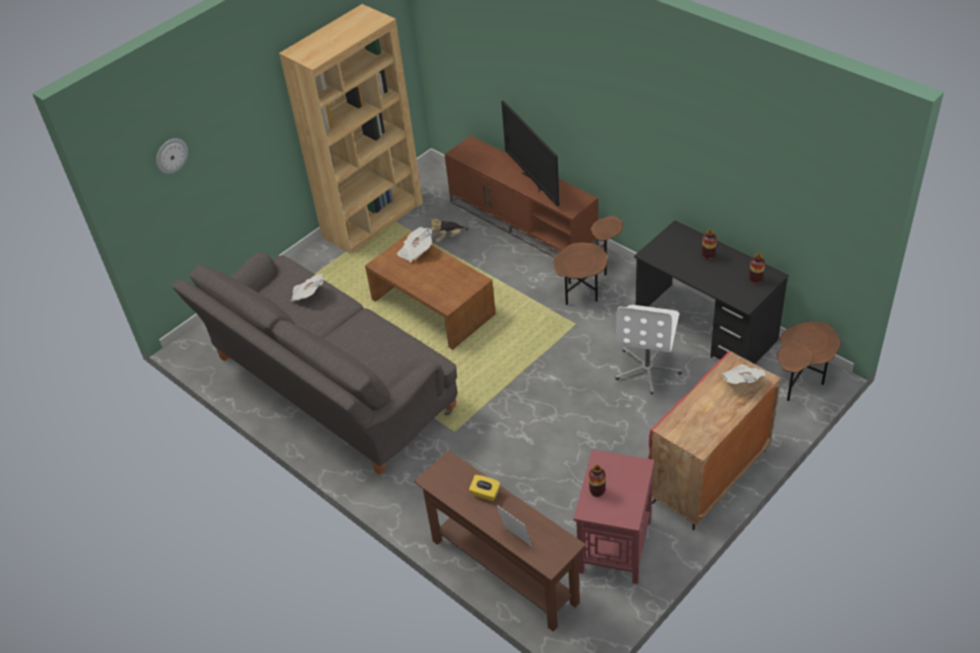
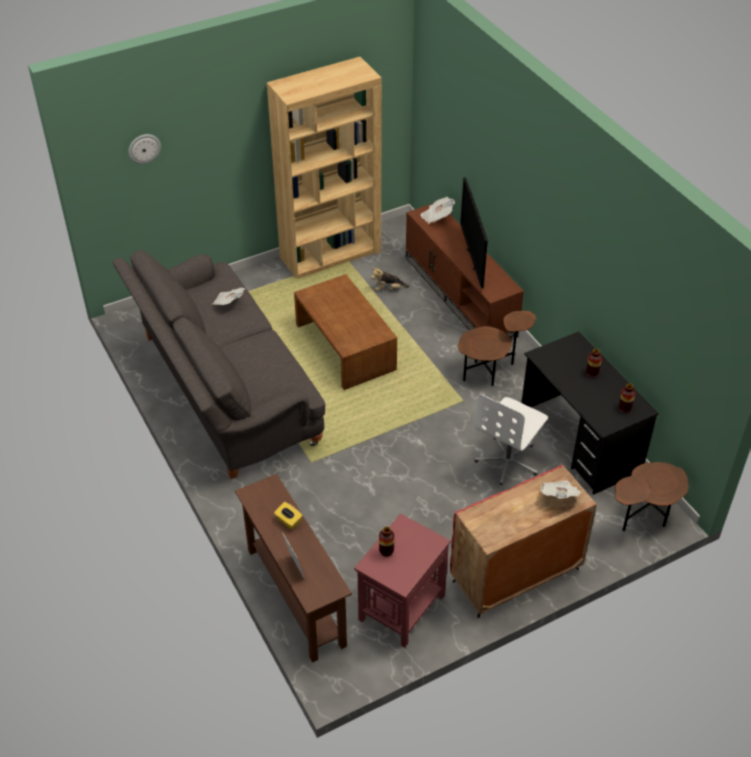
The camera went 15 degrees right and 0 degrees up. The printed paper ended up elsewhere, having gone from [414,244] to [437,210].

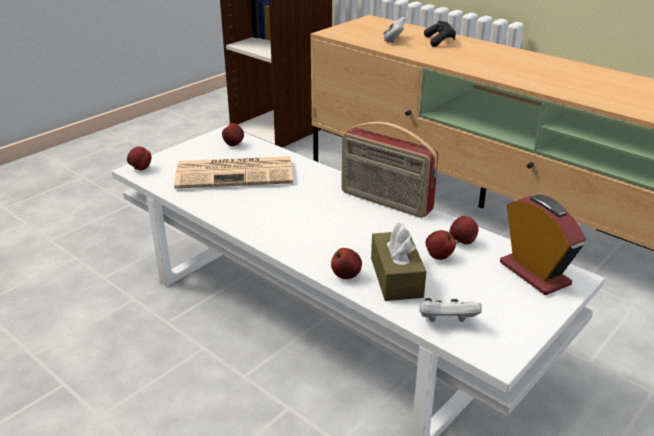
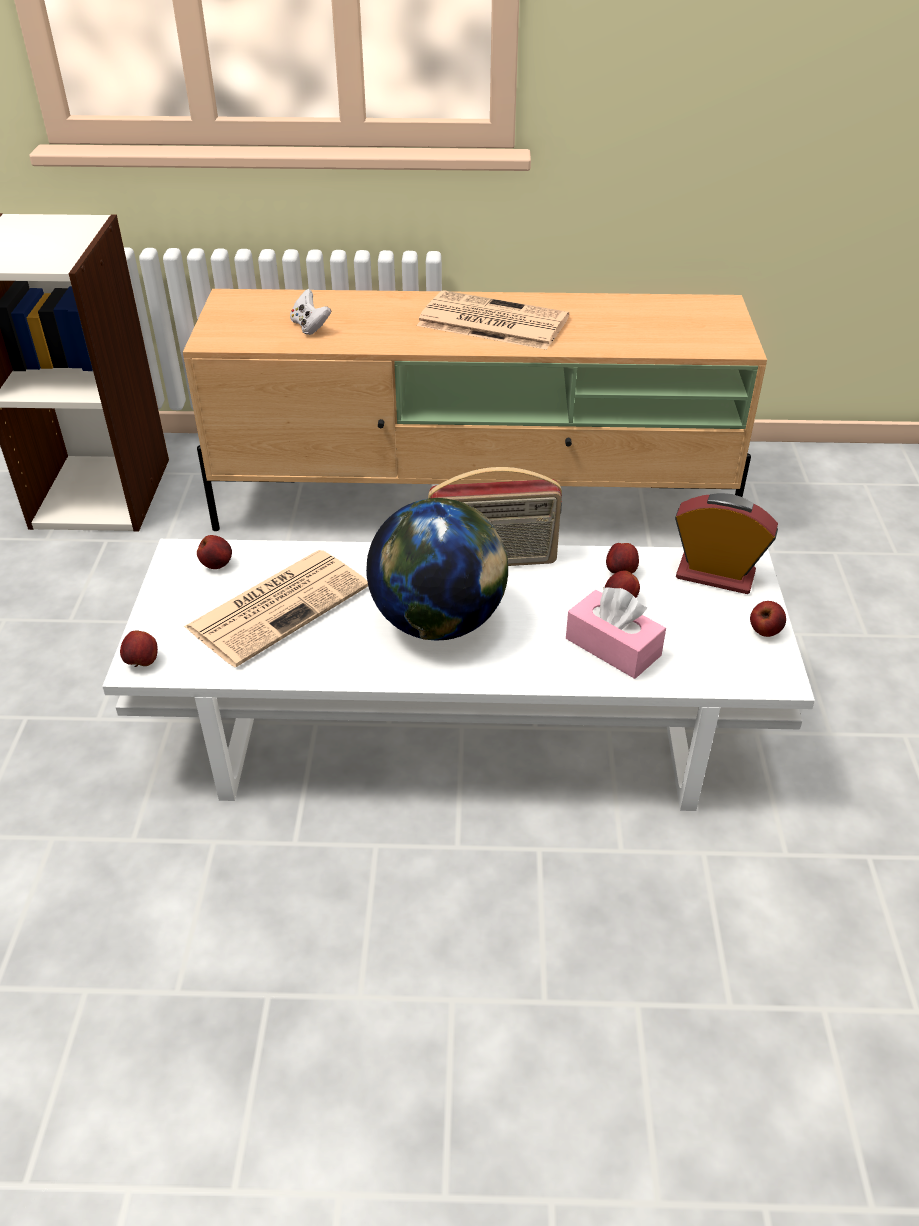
The camera went 40 degrees left and 10 degrees up. The second view lost the white-coloured joypad at [450,310]. The second view lost the black-coloured joypad at [440,34]. The second view gained the world globe at [437,569]. The second view gained the printed paper at [493,320]. The apple ended up elsewhere, having gone from [346,263] to [768,619]. What was the brown-coloured tissue box at [398,261] turned into the pink tissue box at [616,633].

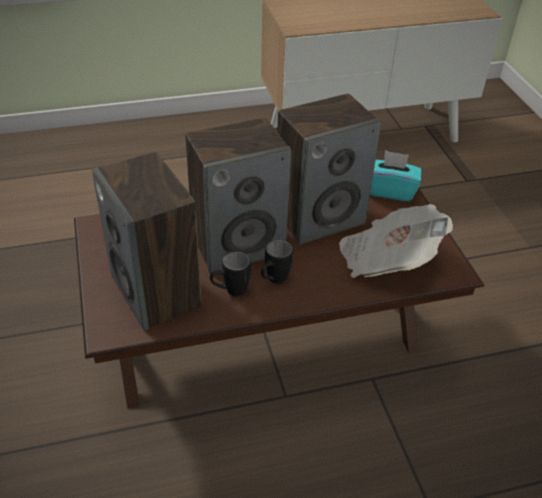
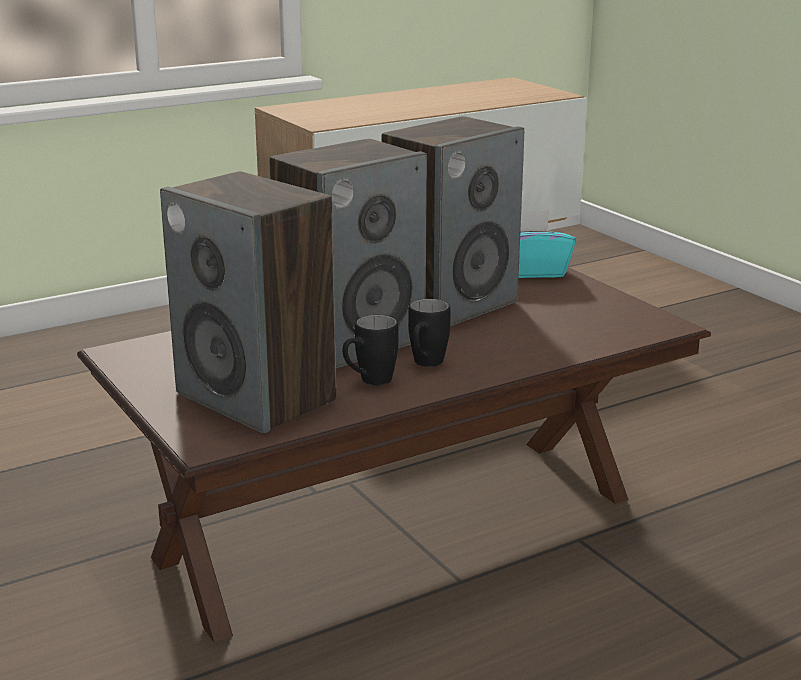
The camera went 15 degrees left and 20 degrees down. The second view lost the printed paper at [396,241].

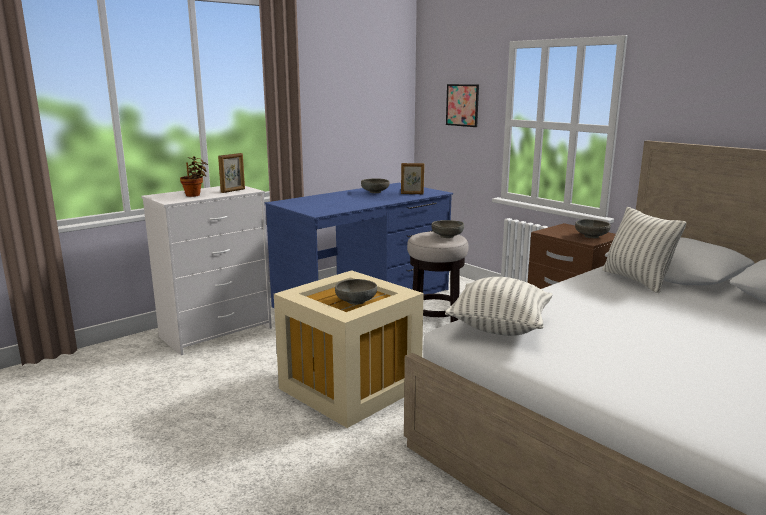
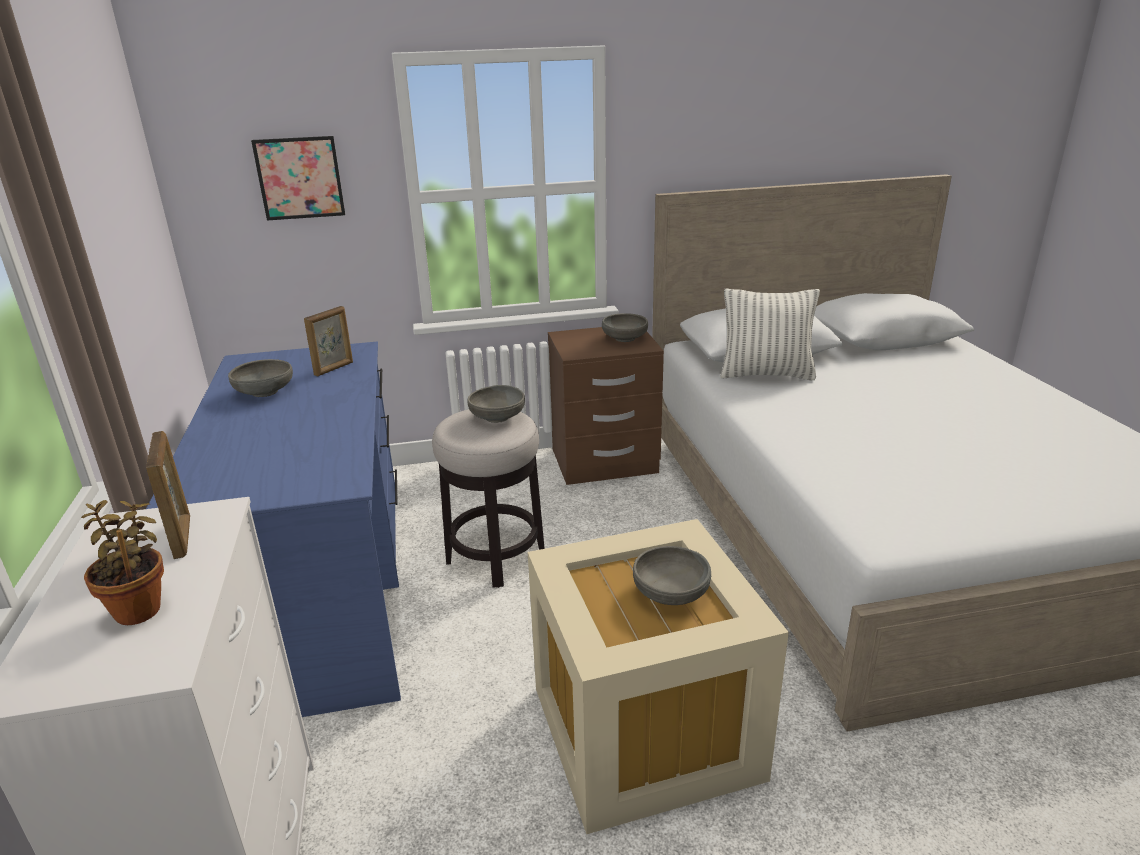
The camera went 60 degrees left and 10 degrees up. The second view lost the throw pillow at [498,306].

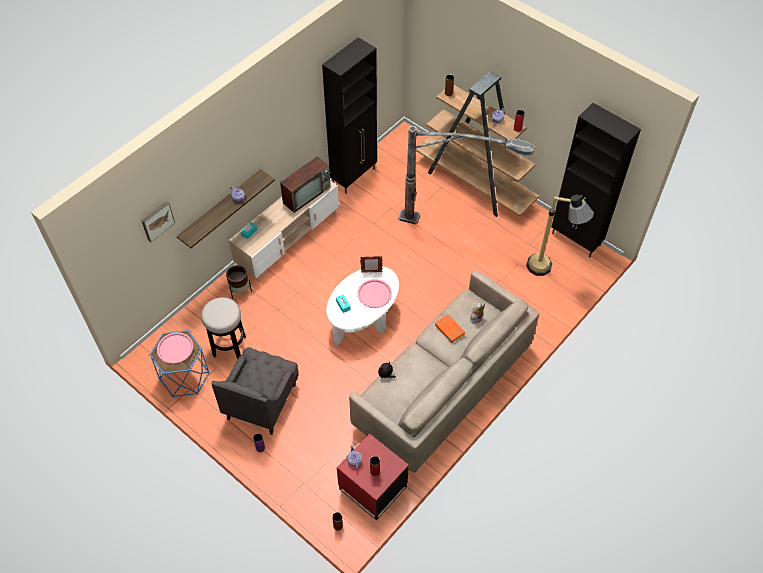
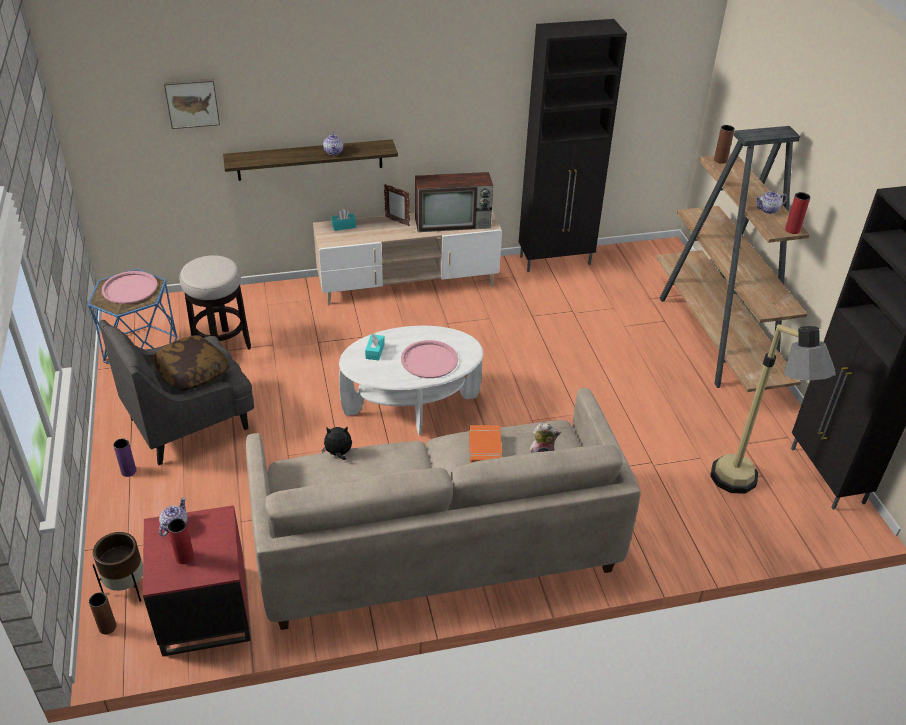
The camera went 35 degrees right and 15 degrees down. The second view lost the floor lamp at [466,175]. The second view gained the throw pillow at [190,363]. The brown-coloured planter ended up elsewhere, having gone from [239,282] to [118,567]. The photo frame ended up elsewhere, having gone from [371,264] to [397,205].

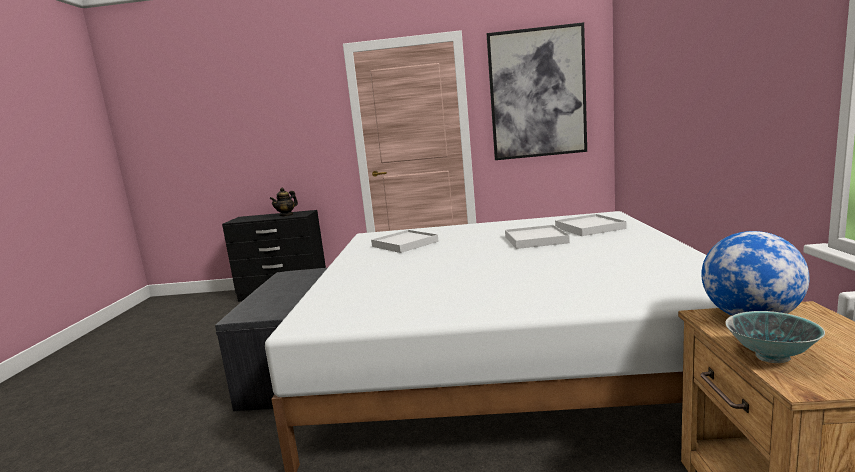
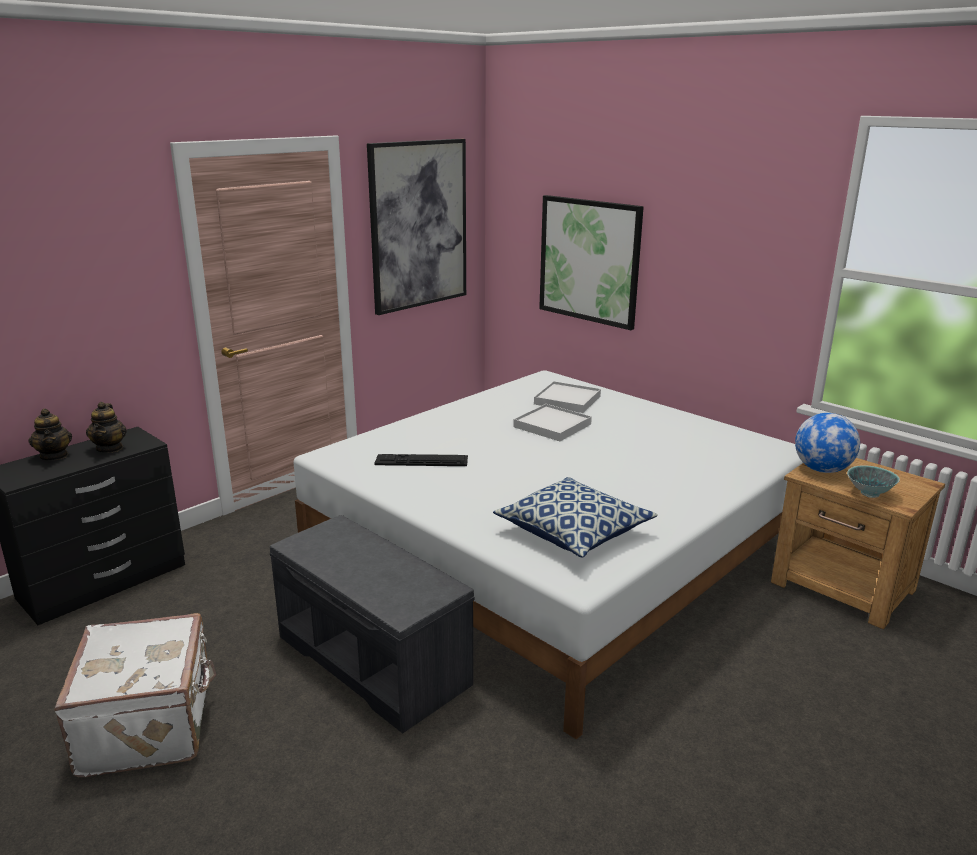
The camera went 50 degrees left and 10 degrees up. The second view gained the pot for tea at [50,434]. The second view gained the white-coloured travel case at [135,695]. The second view gained the throw pillow at [575,517]. The second view gained the picture at [591,262]. Where the white-coloured carrying tray stood at [405,241], the computer keyboard came to stand at [421,460].

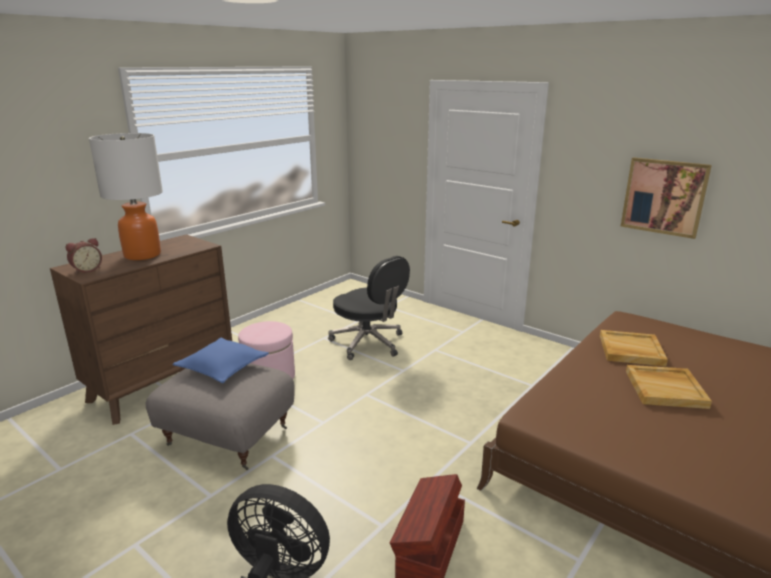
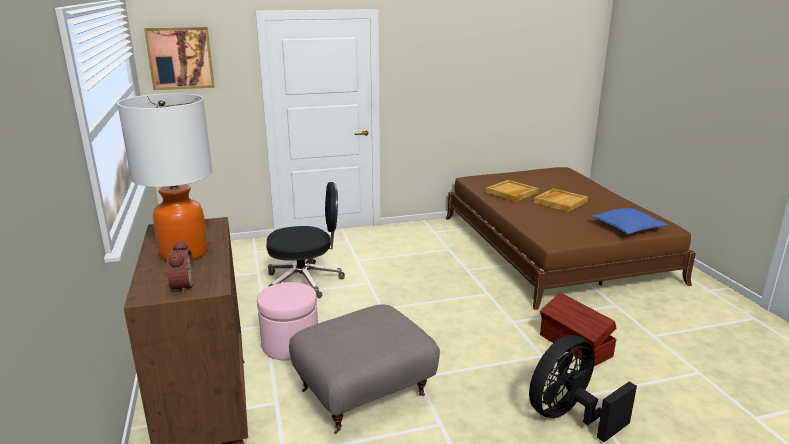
The camera went 55 degrees left and 0 degrees up. The blue throw pillow ended up elsewhere, having gone from [221,360] to [629,221]. The picture ended up elsewhere, having gone from [666,198] to [179,58].

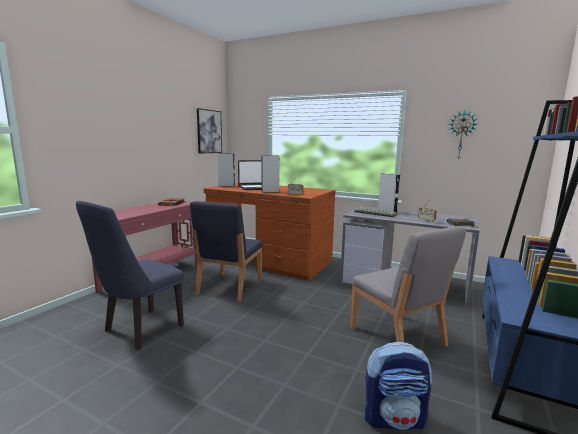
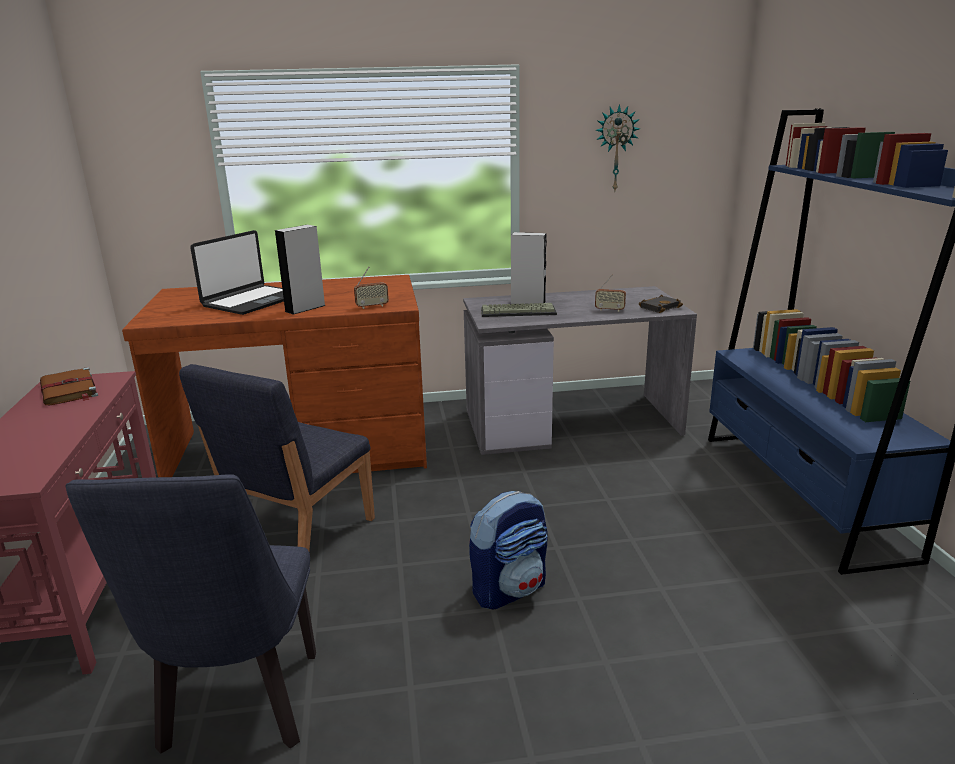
The camera went 35 degrees left and 10 degrees up. The second view lost the picture at [209,131]. The second view lost the gray speaker at [226,170]. The second view lost the gray chair at [408,286]. The rucksack ended up elsewhere, having gone from [398,385] to [508,550]. The blue chair at [226,251] ended up facing another way, 45 degrees clockwise from before.

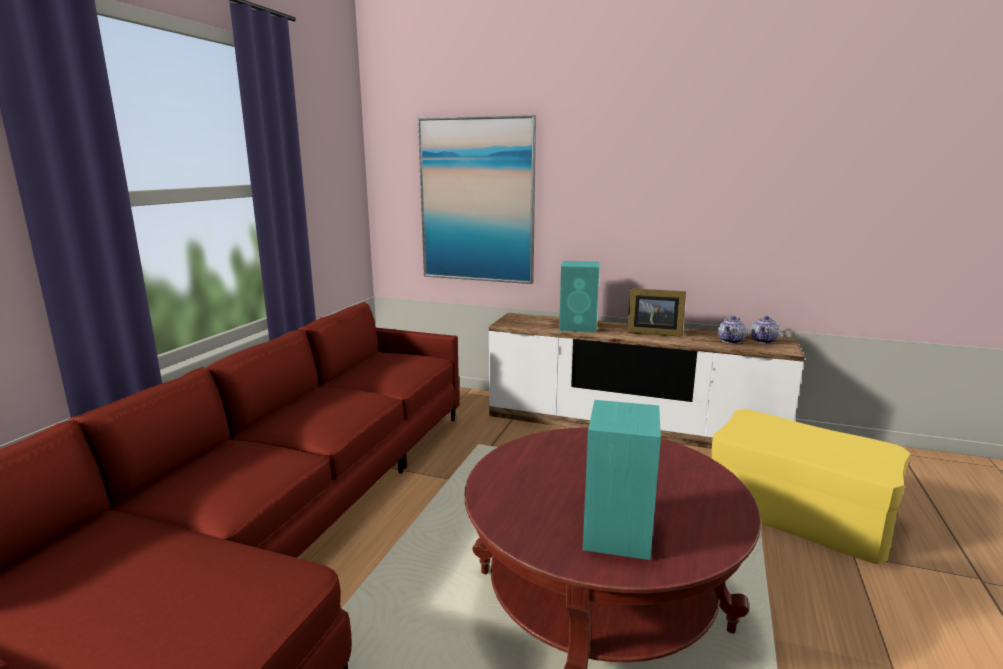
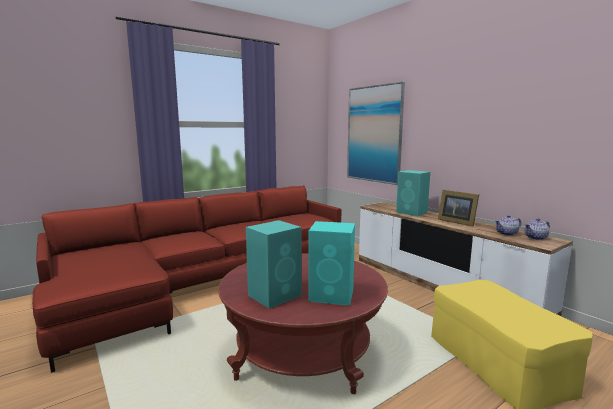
The camera went 35 degrees right and 5 degrees down. The second view gained the blue-green speaker at [331,263].

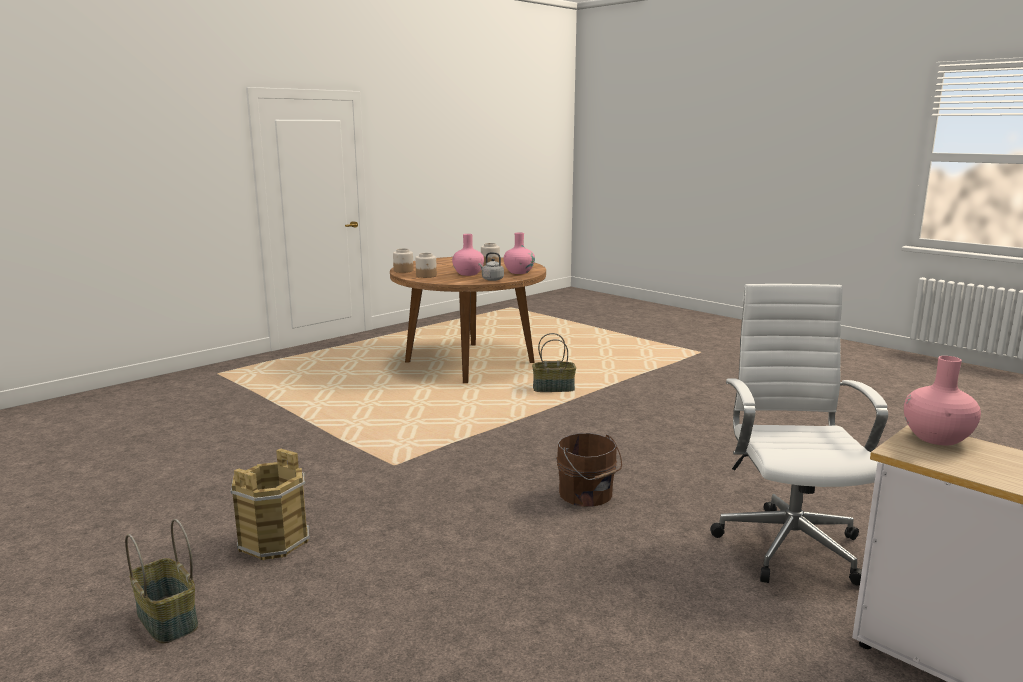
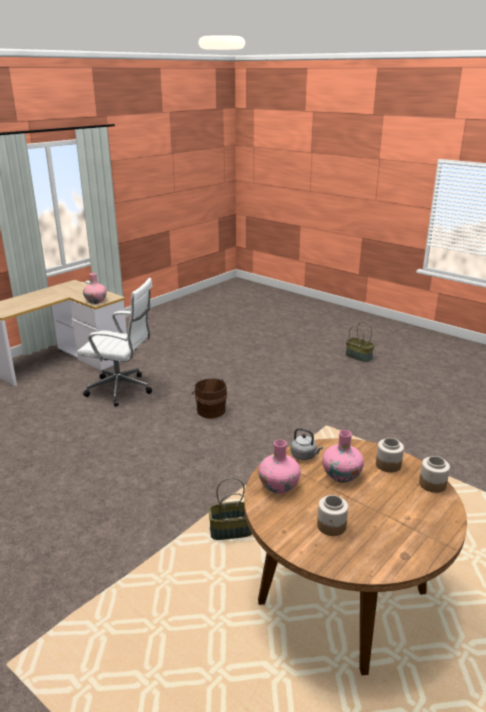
The camera went 175 degrees right and 10 degrees up. The second view lost the brown-coloured bucket at [270,504]. The white-coloured computer chair at [799,434] ended up facing another way, 75 degrees counterclockwise from before.

